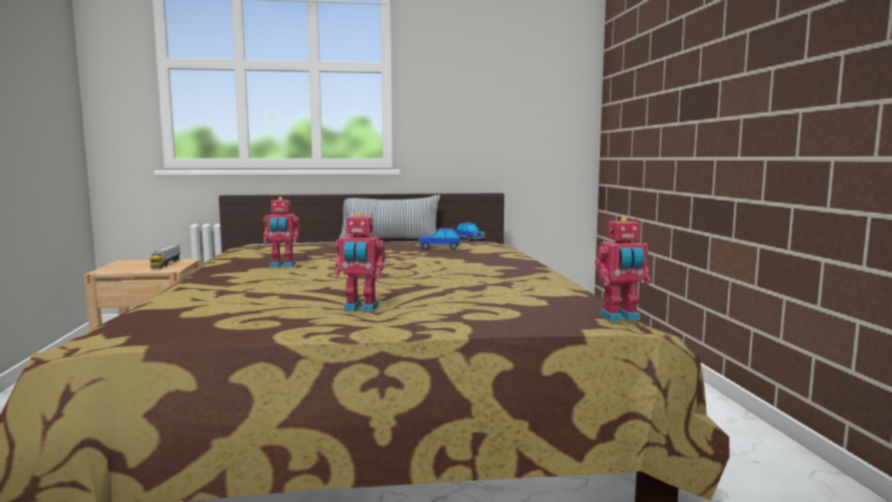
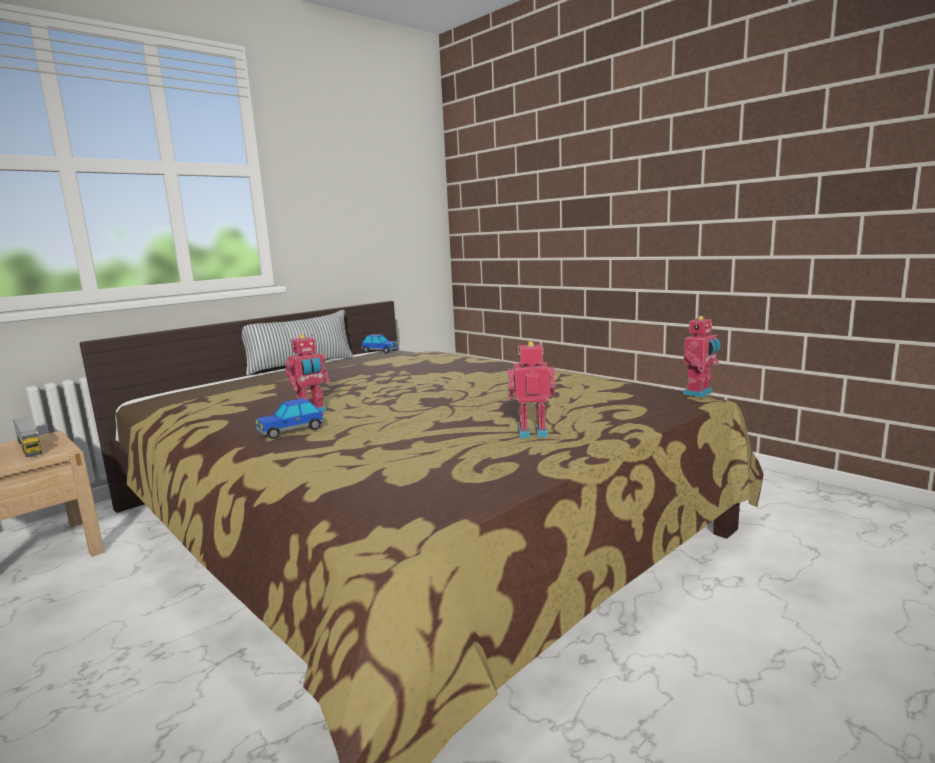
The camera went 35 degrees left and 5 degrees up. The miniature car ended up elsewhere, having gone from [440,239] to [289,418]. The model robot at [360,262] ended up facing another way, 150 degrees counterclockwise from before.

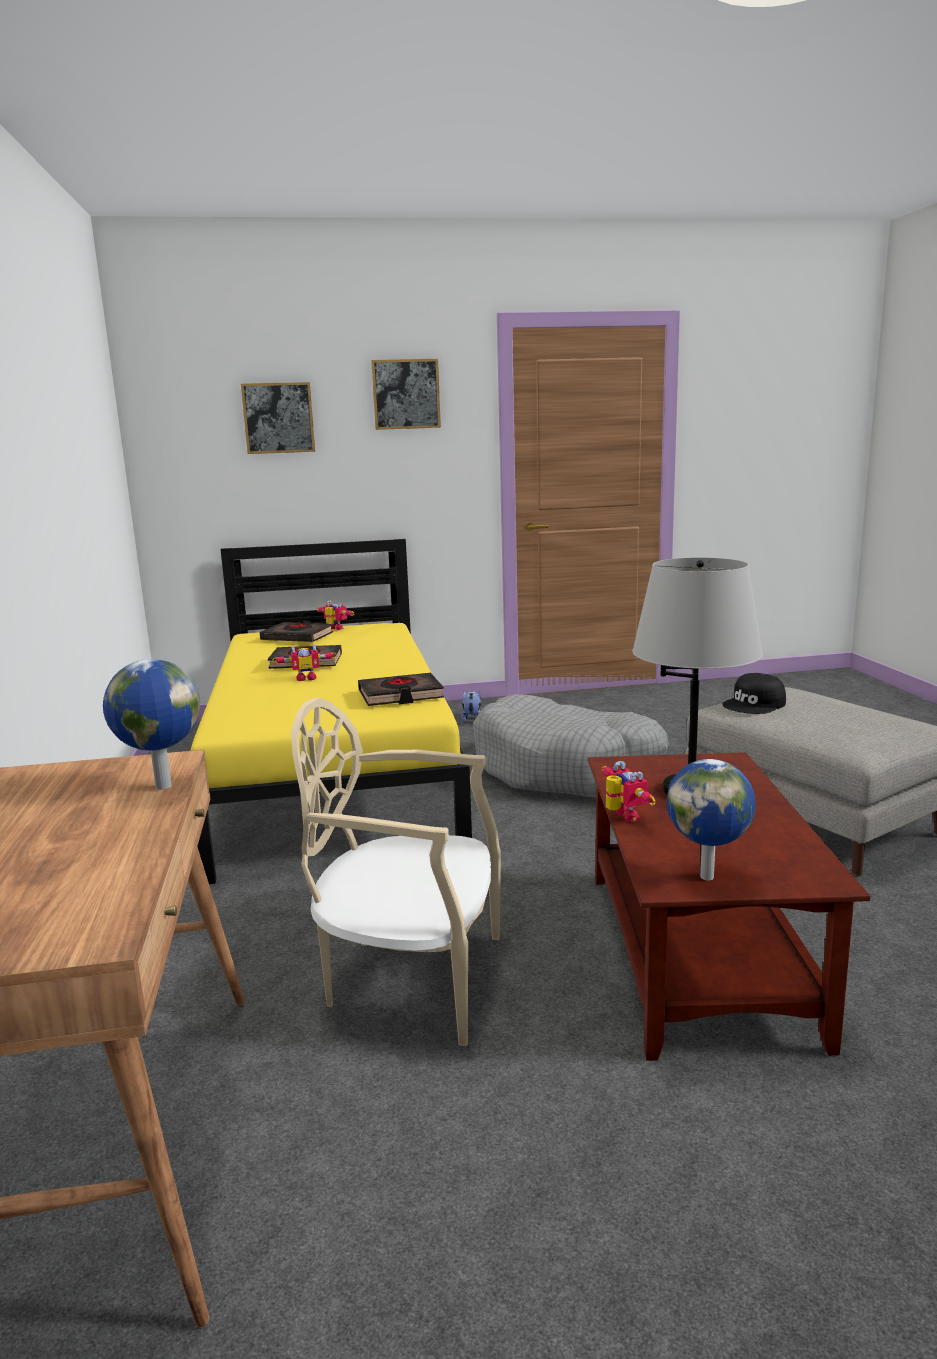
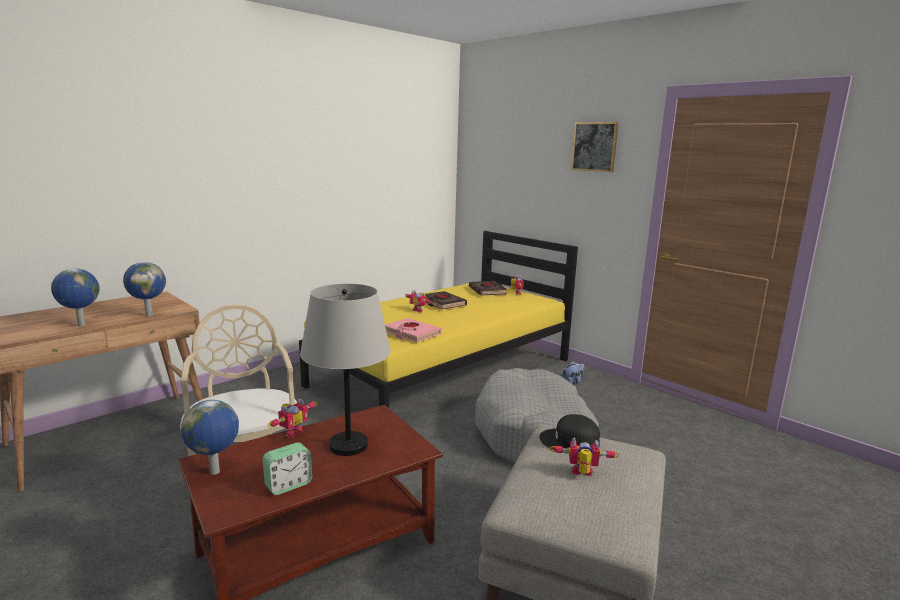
The camera went 55 degrees right and 0 degrees up. The second view lost the picture at [278,418]. The second view gained the world globe at [75,297]. The second view gained the alarm clock at [287,468]. The second view gained the model robot at [585,456]. What was the black-coloured volume at [401,689] turned into the pink volume at [413,330].

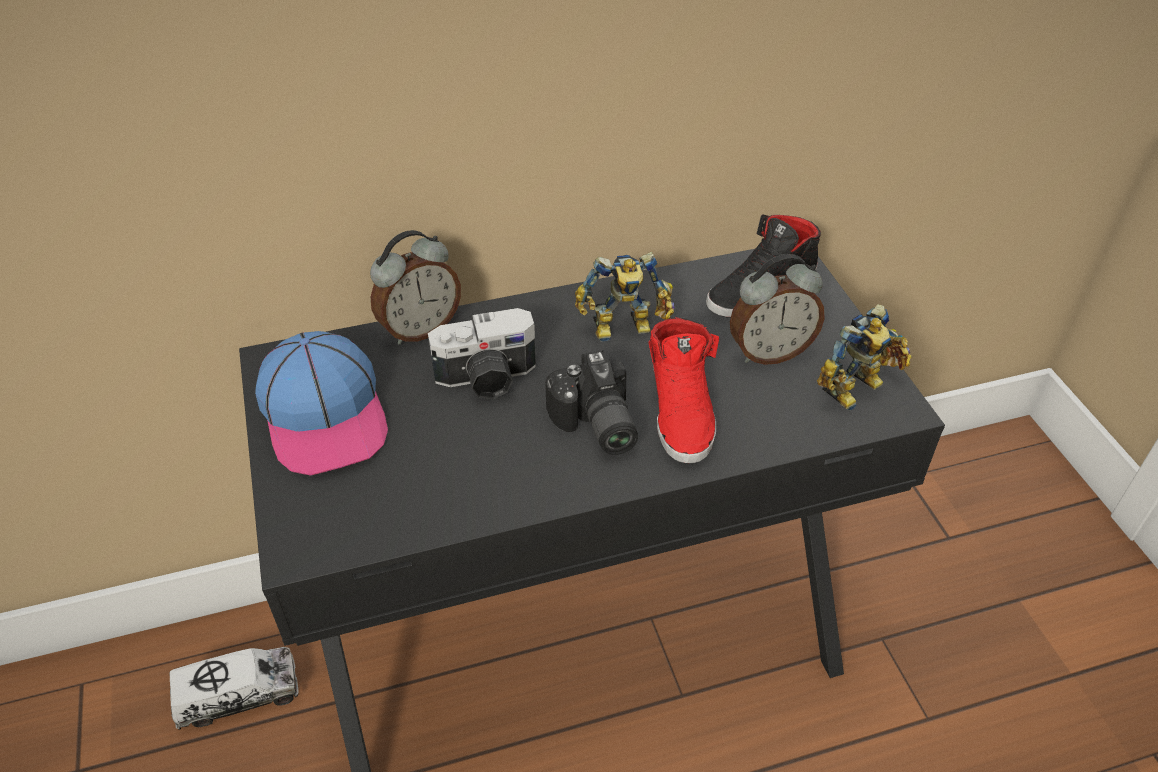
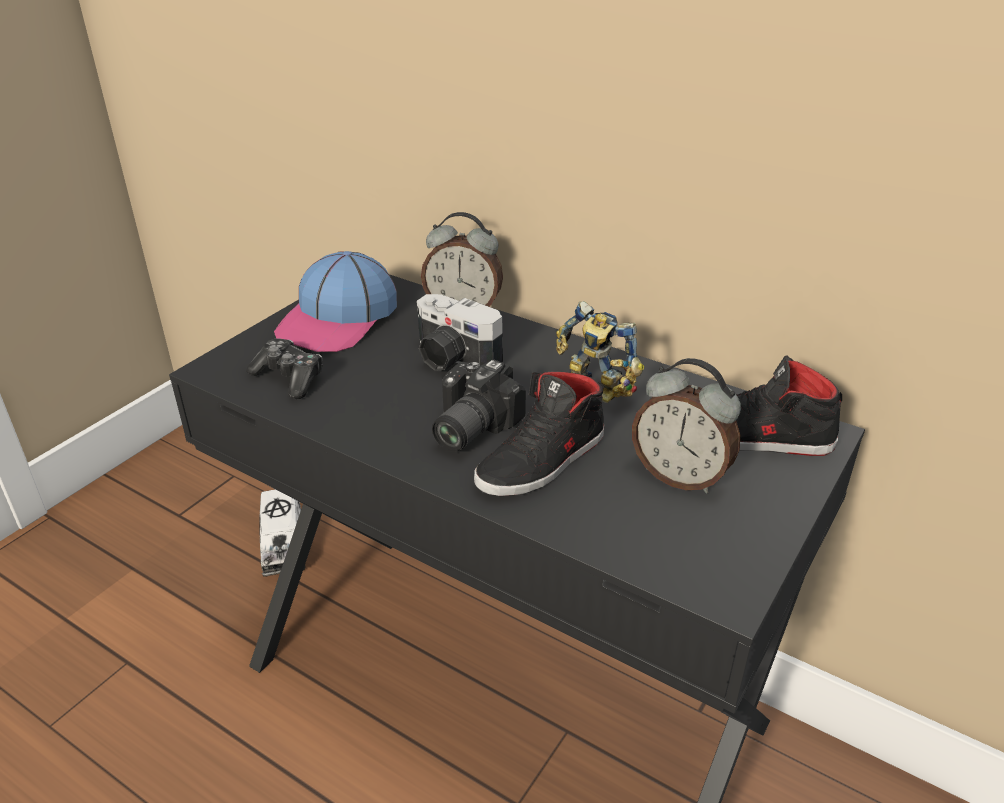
The camera went 50 degrees right and 10 degrees down. The second view lost the model robot at [864,357]. The second view gained the joypad at [284,368]. What was the reddish shoe at [684,390] turned into the black-coloured shoe at [539,434]. The toy lorry at [234,688] ended up facing another way, 45 degrees clockwise from before.

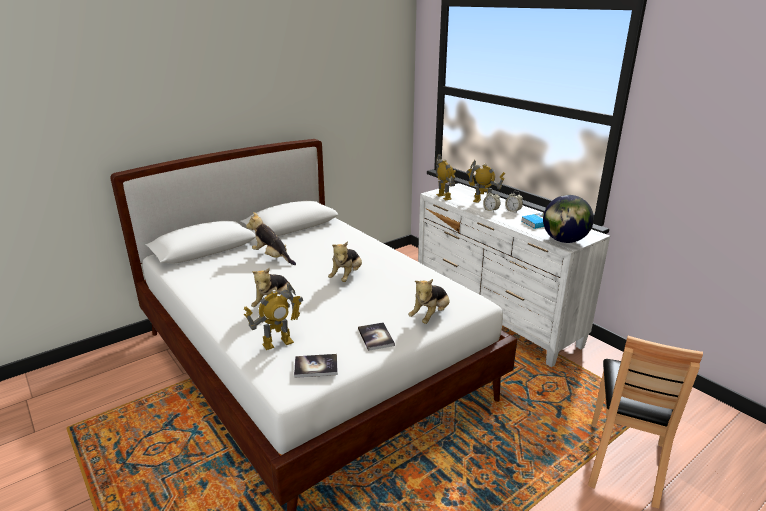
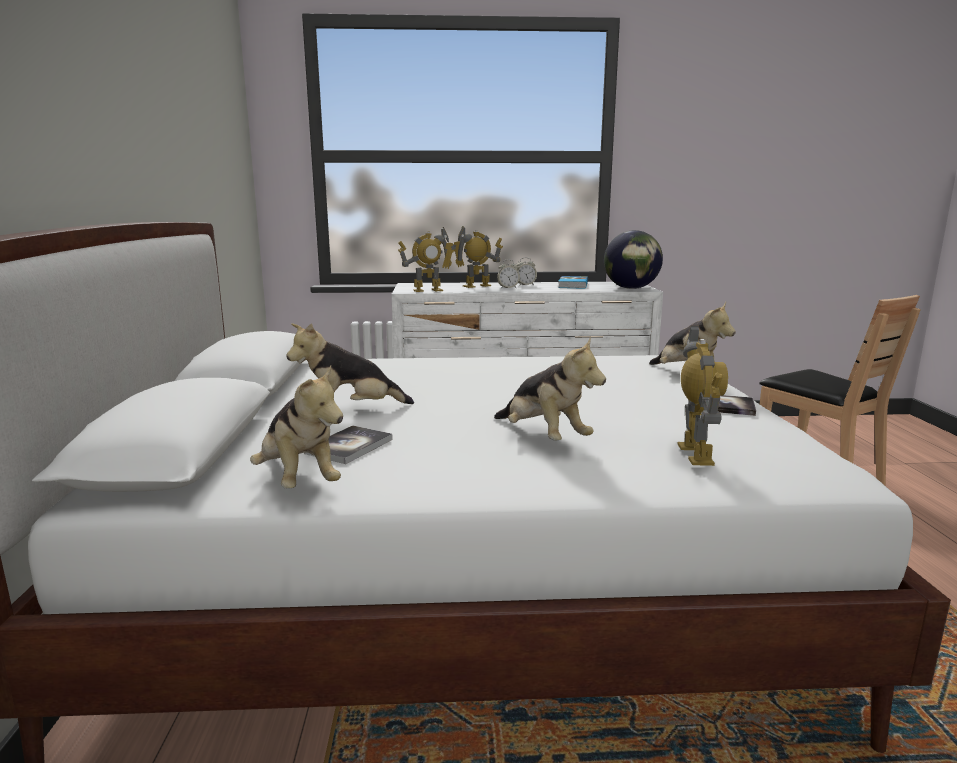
The camera went 55 degrees left and 10 degrees down. The volume ended up elsewhere, having gone from [316,366] to [348,445]. The cuddly toy ended up elsewhere, having gone from [345,261] to [296,427]. The model robot at [446,177] ended up facing another way, 150 degrees clockwise from before.

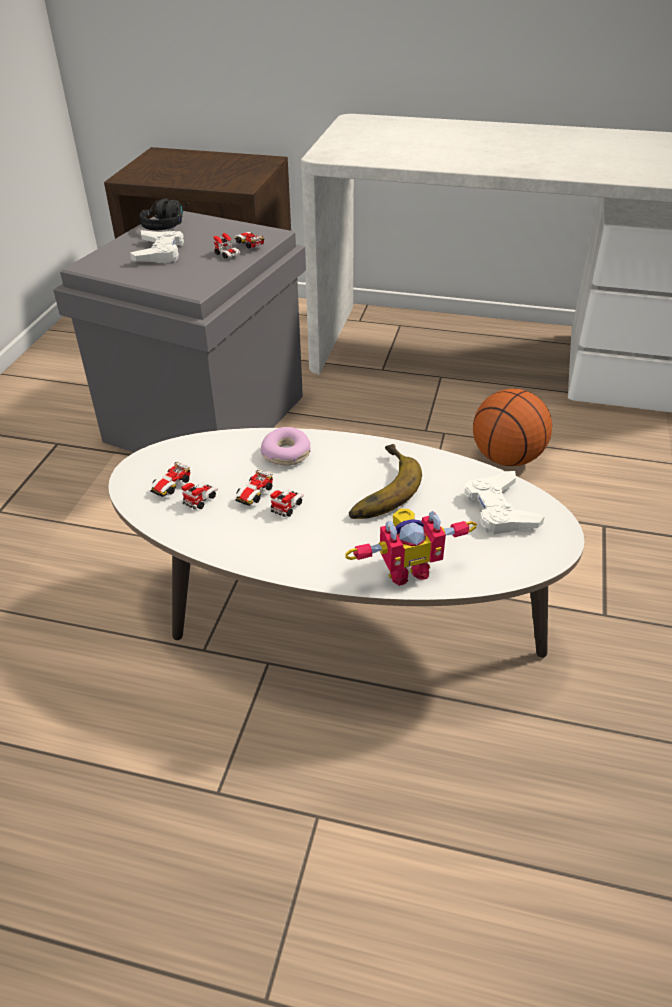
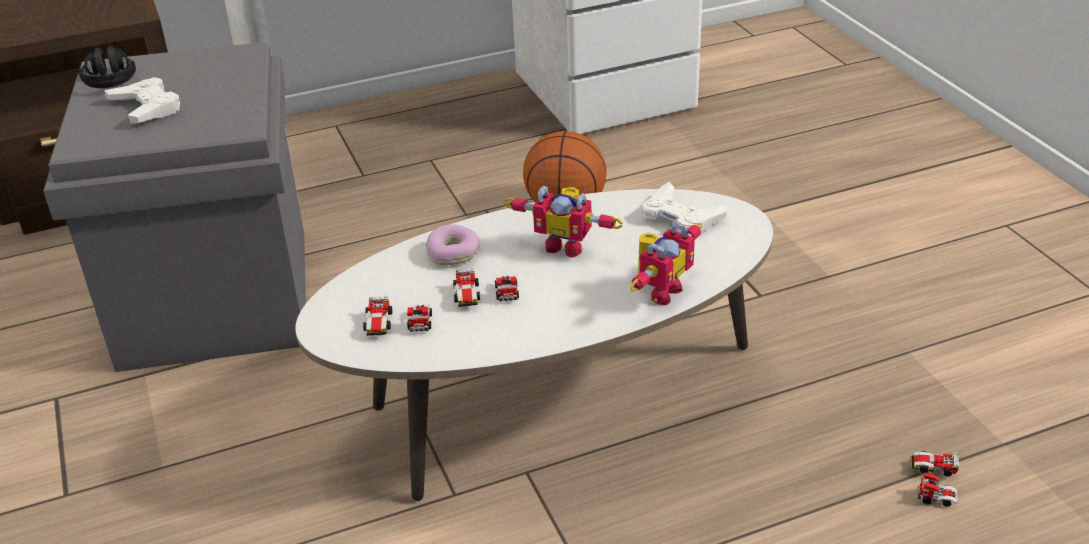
The camera went 35 degrees left and 5 degrees down. The miniature car ended up elsewhere, having gone from [238,245] to [935,479]. Where the banana stood at [385,481], the model robot came to stand at [563,221].

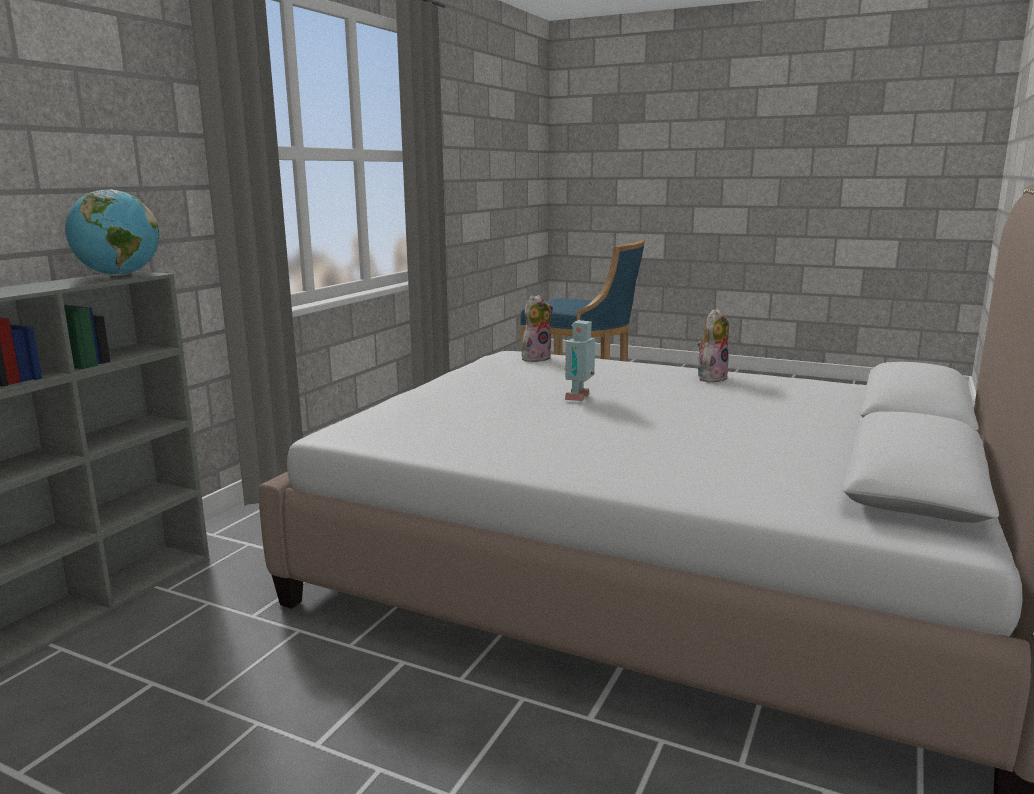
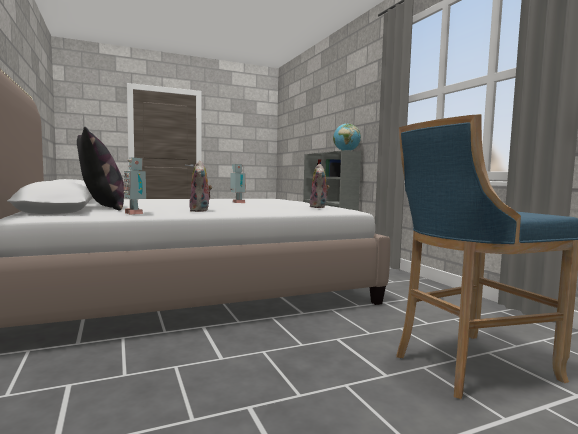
The camera went 130 degrees right and 10 degrees down. The second view gained the throw pillow at [100,169]. The second view gained the model robot at [135,186].

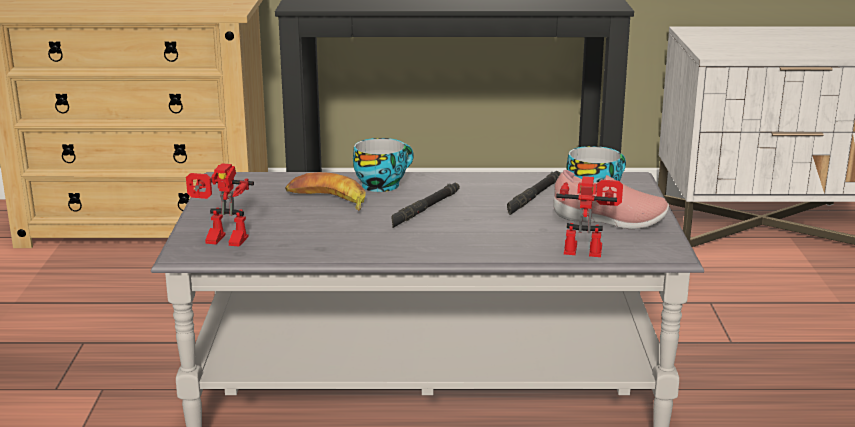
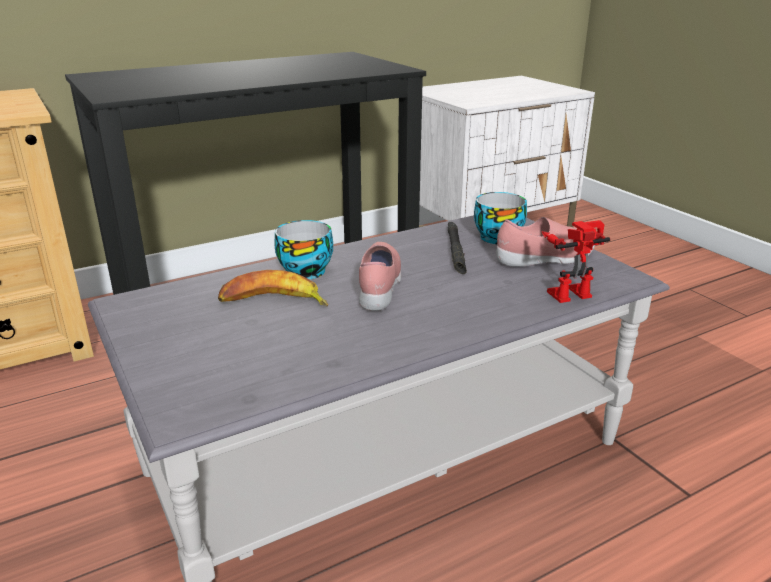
The camera went 30 degrees left and 5 degrees up. The second view lost the model robot at [220,205]. Where the black-coloured torch stood at [426,205], the pink shoe came to stand at [380,276].

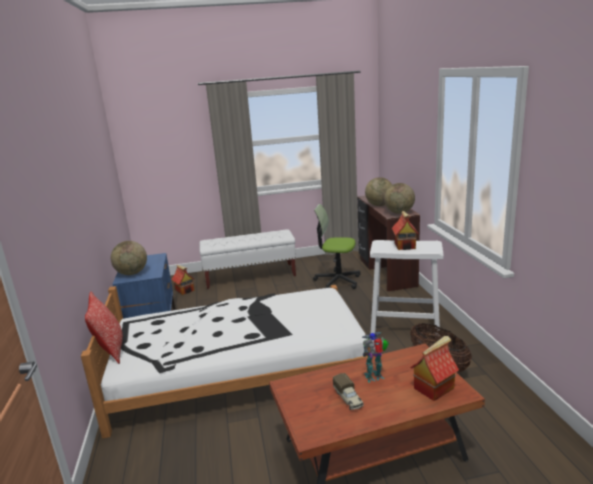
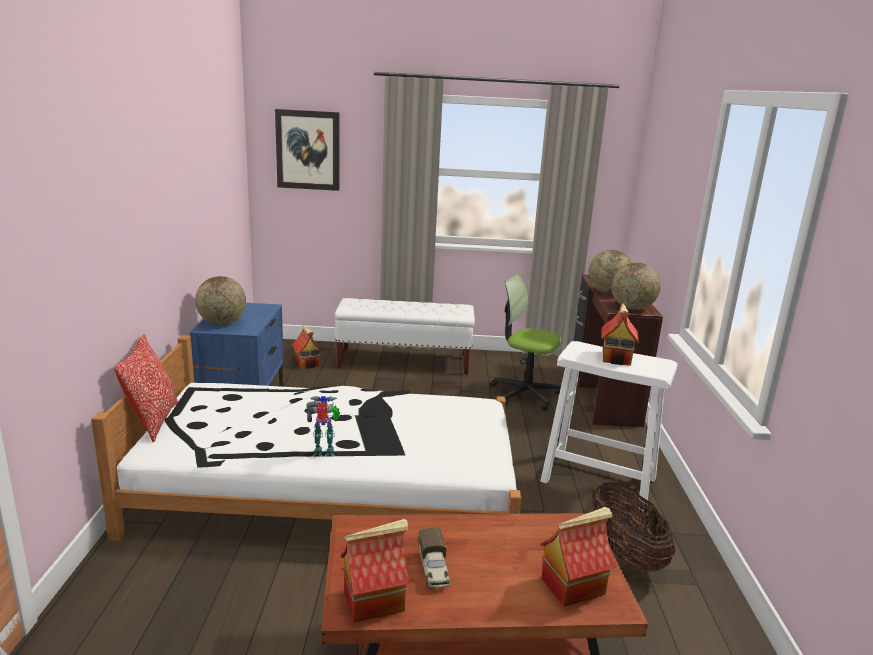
The camera went 10 degrees right and 0 degrees up. The second view gained the picture at [307,150]. The second view gained the model house at [374,570]. The model robot ended up elsewhere, having gone from [375,357] to [323,426].

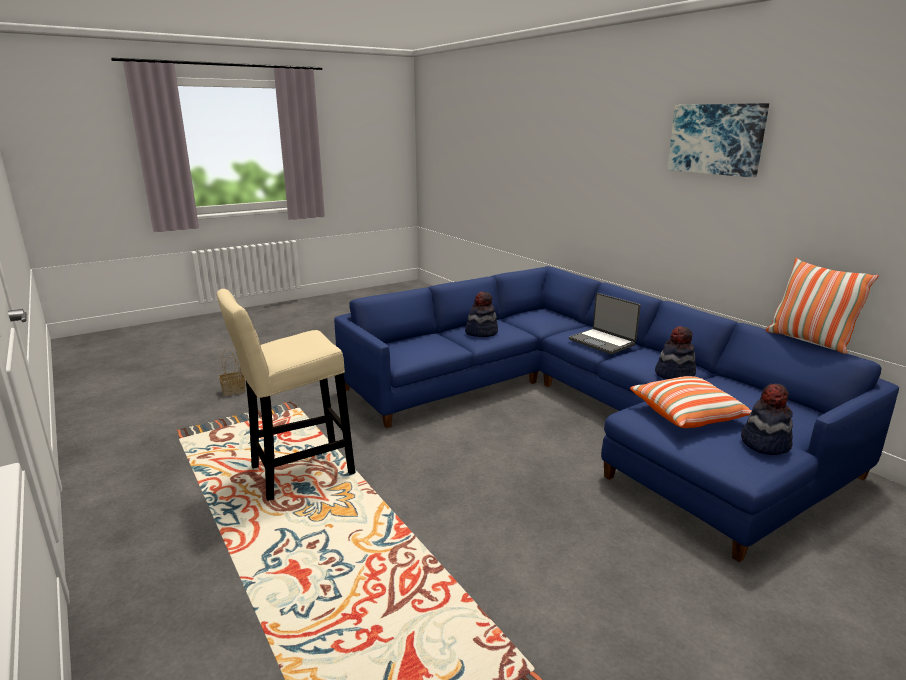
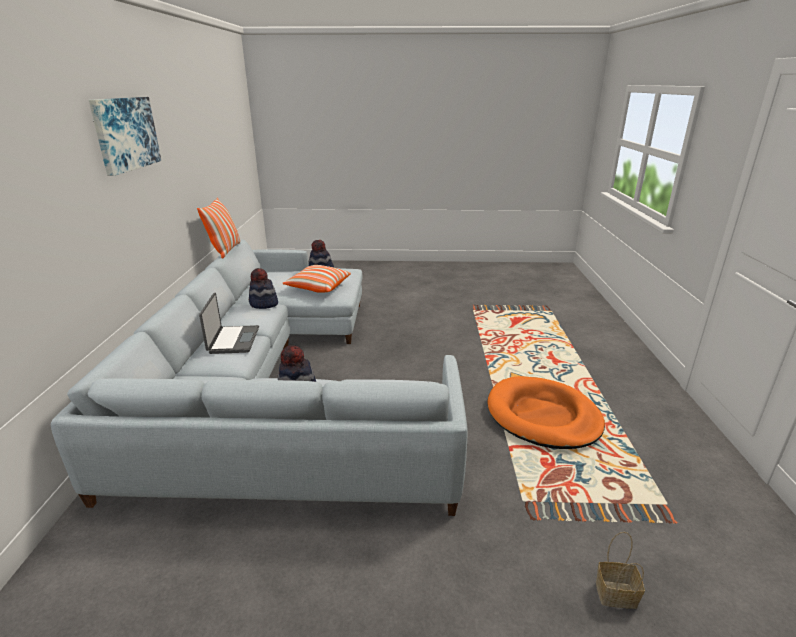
The camera went 145 degrees left and 5 degrees up. Where the beige-coloured stool seat stood at [286,395], the orange-coloured dog cushion came to stand at [546,412]. What was the blue couch at [616,414] turned into the gray couch at [259,377].

